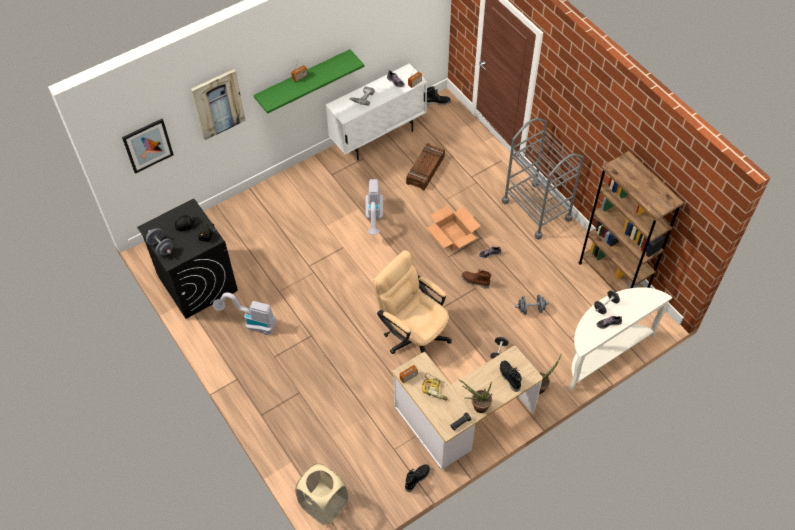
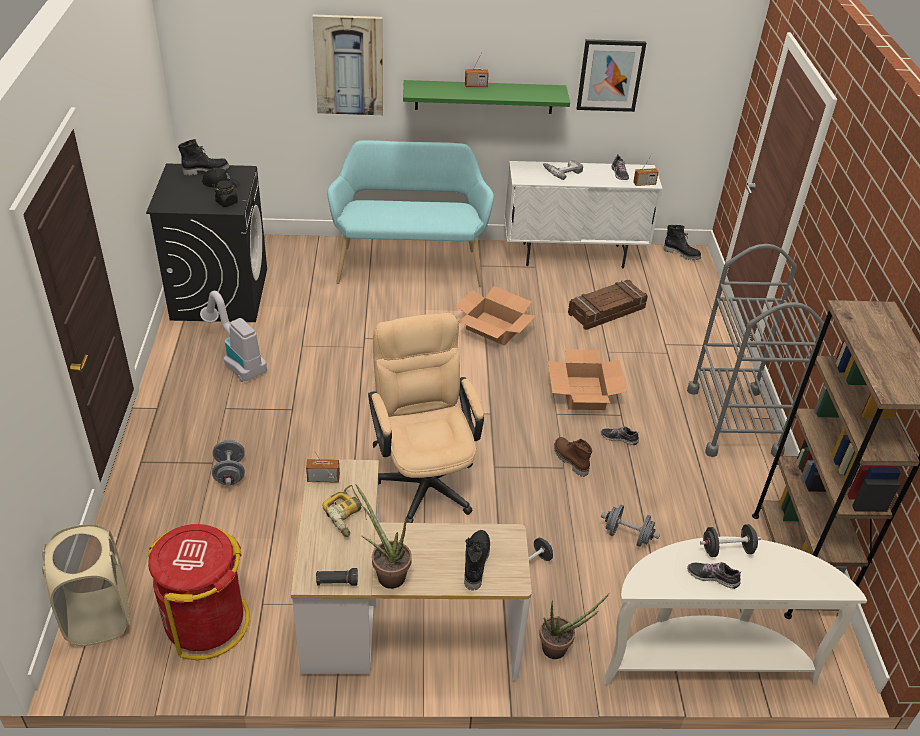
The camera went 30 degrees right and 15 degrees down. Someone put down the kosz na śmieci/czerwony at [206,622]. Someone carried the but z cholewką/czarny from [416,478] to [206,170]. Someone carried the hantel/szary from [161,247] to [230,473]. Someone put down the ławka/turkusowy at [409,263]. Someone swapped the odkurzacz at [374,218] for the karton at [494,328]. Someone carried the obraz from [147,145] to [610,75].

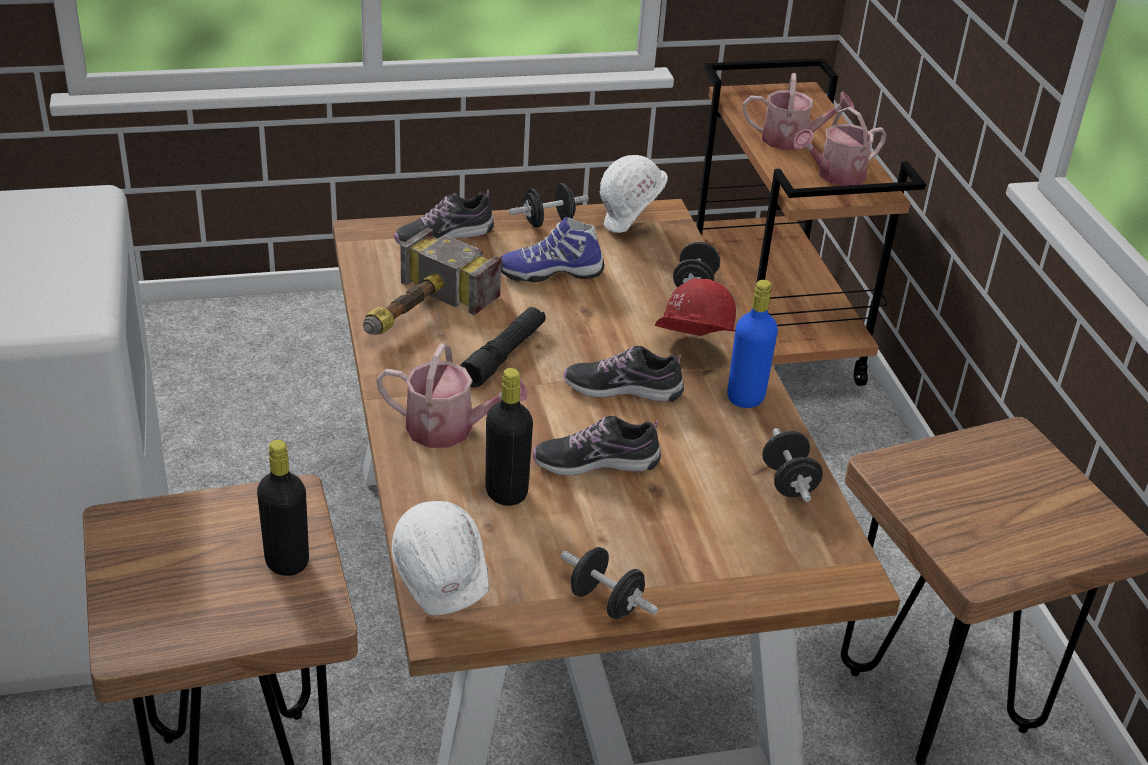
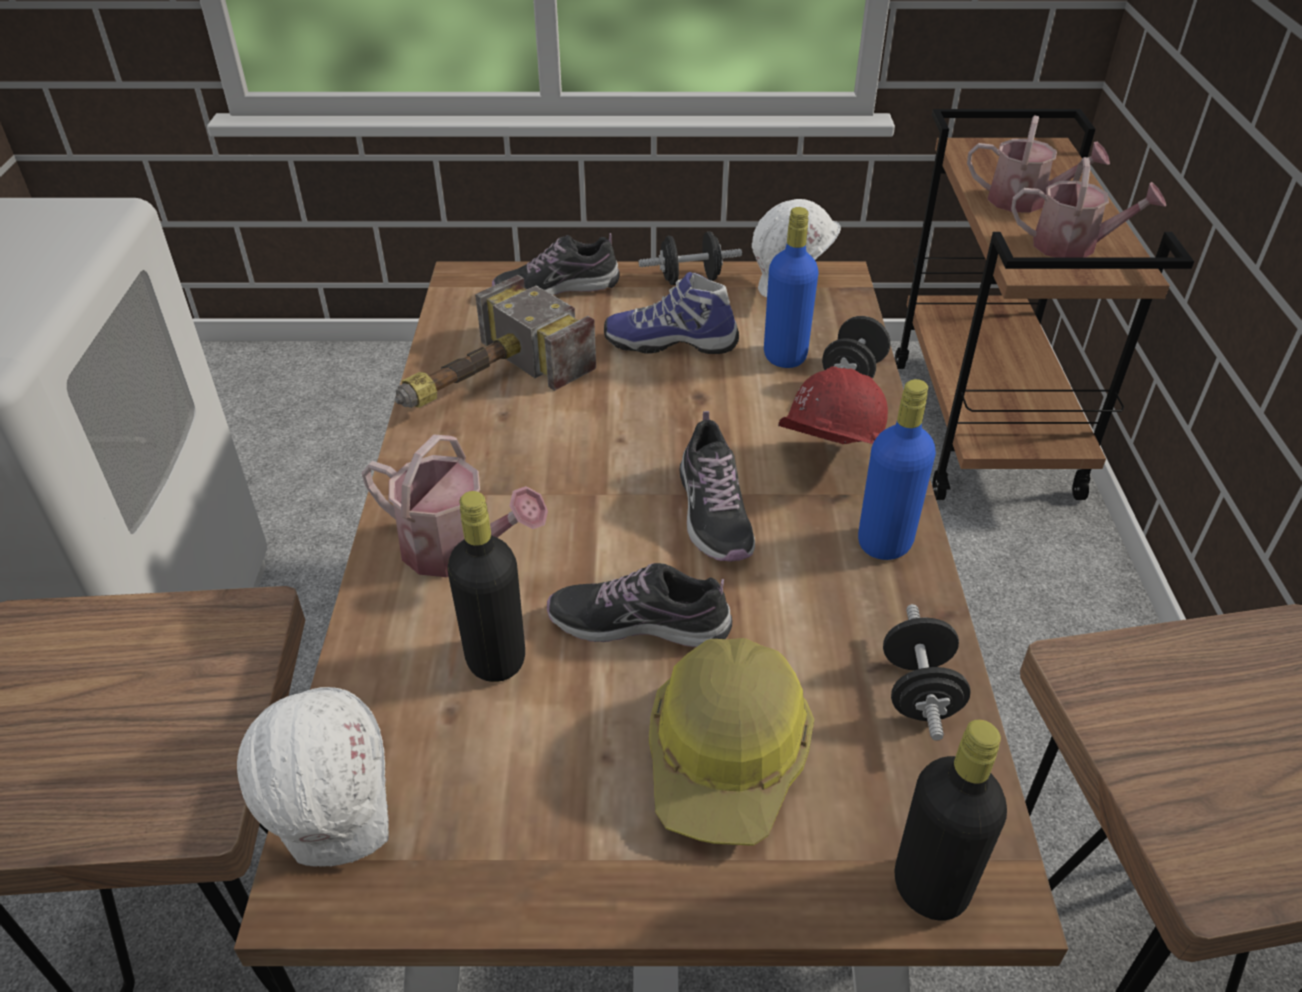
The camera went 15 degrees right and 5 degrees up. Someone put down the kask at [728,756]. Someone rotated the but at [623,389] by 120 degrees counterclockwise. Someone put down the butelka/niebieski at [785,356]. Someone carried the butelka/czarny from [287,562] to [930,887]. Someone rotated the konewka at [835,176] by 150 degrees counterclockwise. Someone took away the latarka/czarny at [504,355]. Someone took away the hantel/czarny at [605,602].

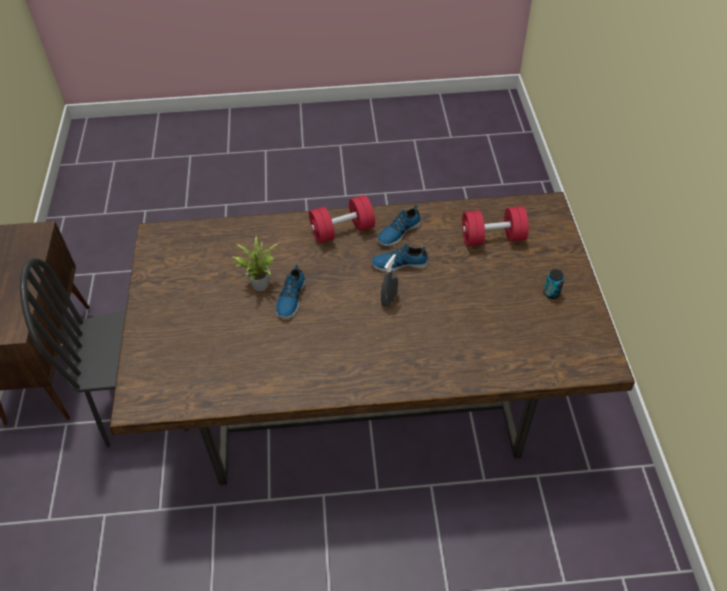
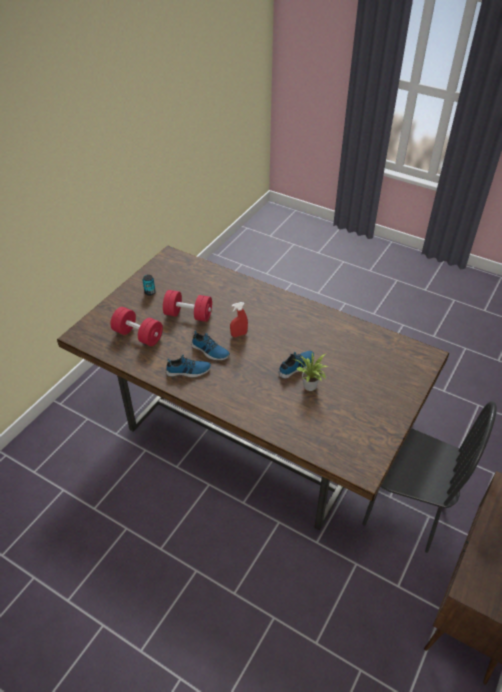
The camera went 145 degrees left and 5 degrees down. Someone carried the hantel/czerwony from [342,230] to [188,315]. Someone repainted the spryskiwacz/szary at [389,300], which became the spryskiwacz/czerwony at [239,334].

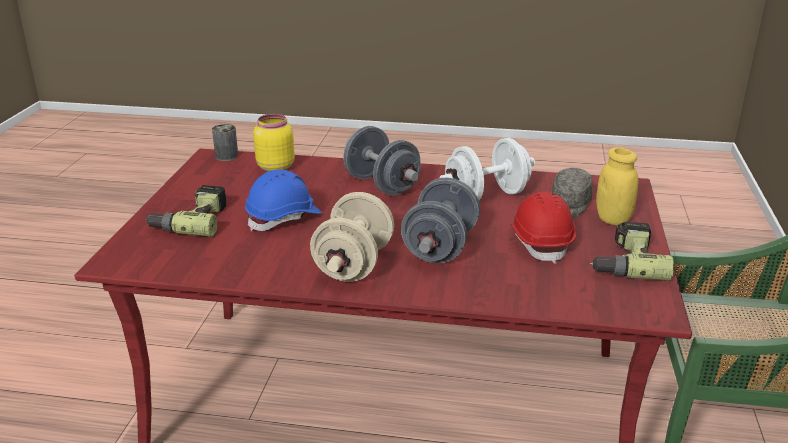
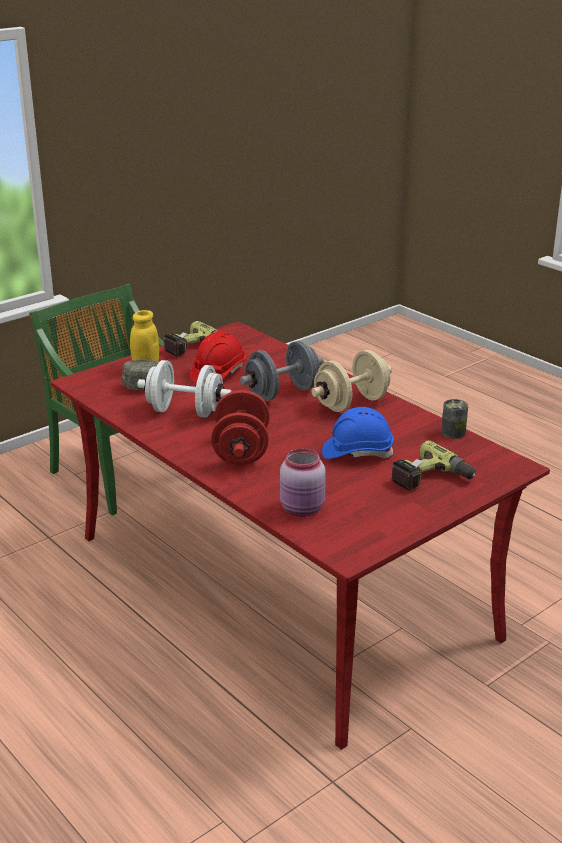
The camera went 140 degrees left and 0 degrees up. Someone repainted the hantel/szary at [381,185], which became the hantel/czerwony at [241,451]. Someone repainted the słoik/żółty at [274,167], which became the słoik/różowy at [303,509]. Someone carried the puszka from [226,156] to [453,433].

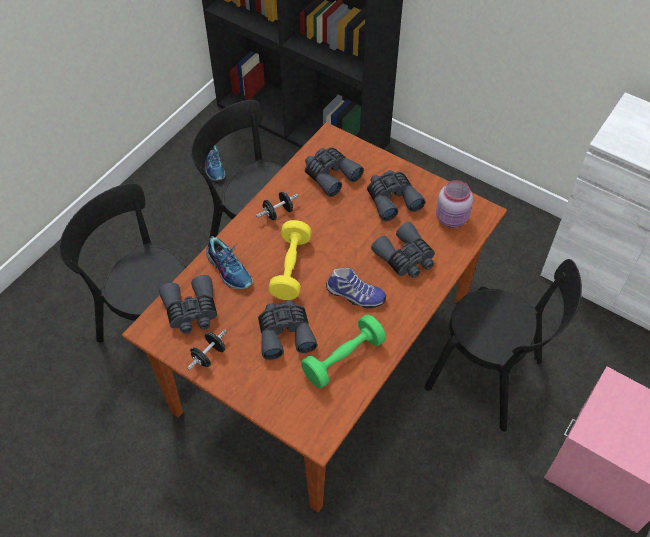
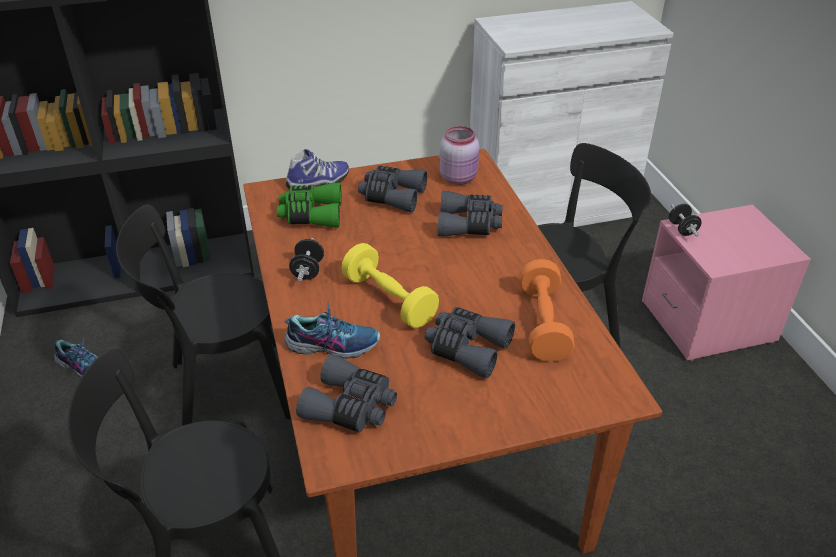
The camera went 50 degrees left and 15 degrees down. Someone repainted the lornetka/szary at [330,175], which became the lornetka/zielony at [311,214]. Someone carried the but from [355,296] to [319,183]. Someone repainted the hantel/zielony at [343,358], which became the hantel/pomarańczowy at [543,324]. Someone carried the hantel/czarny from [209,356] to [682,229].

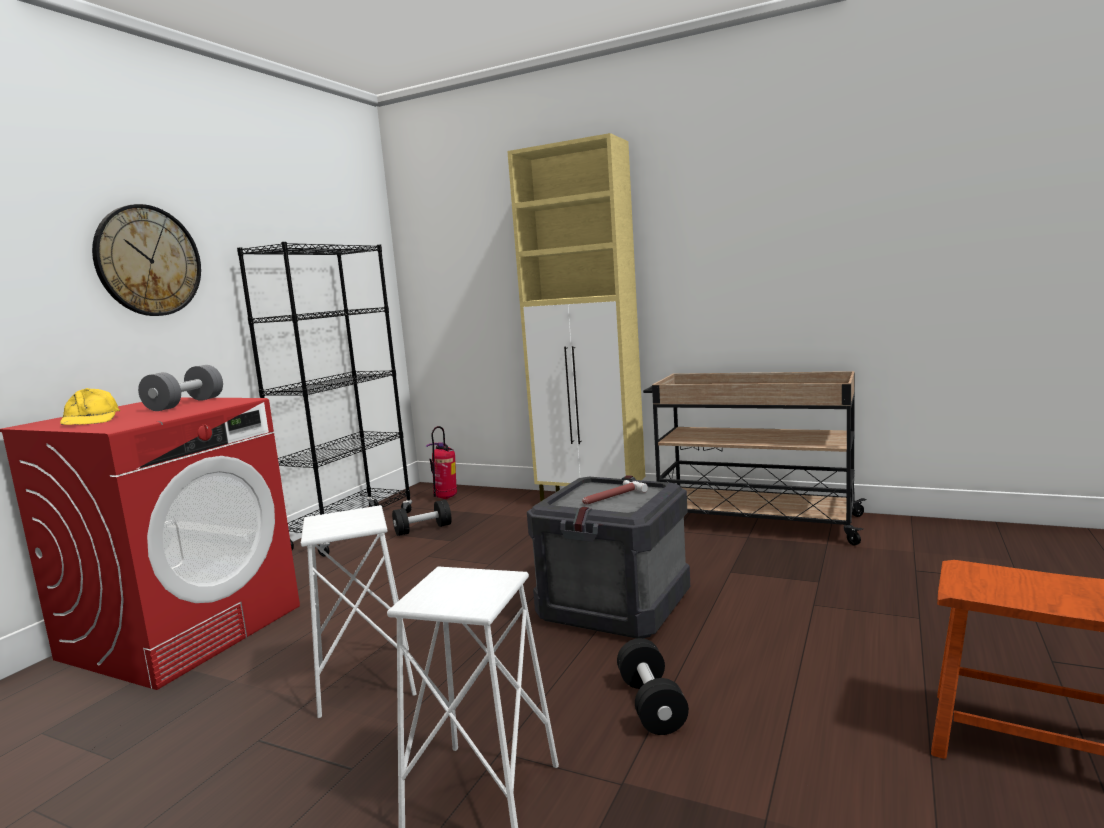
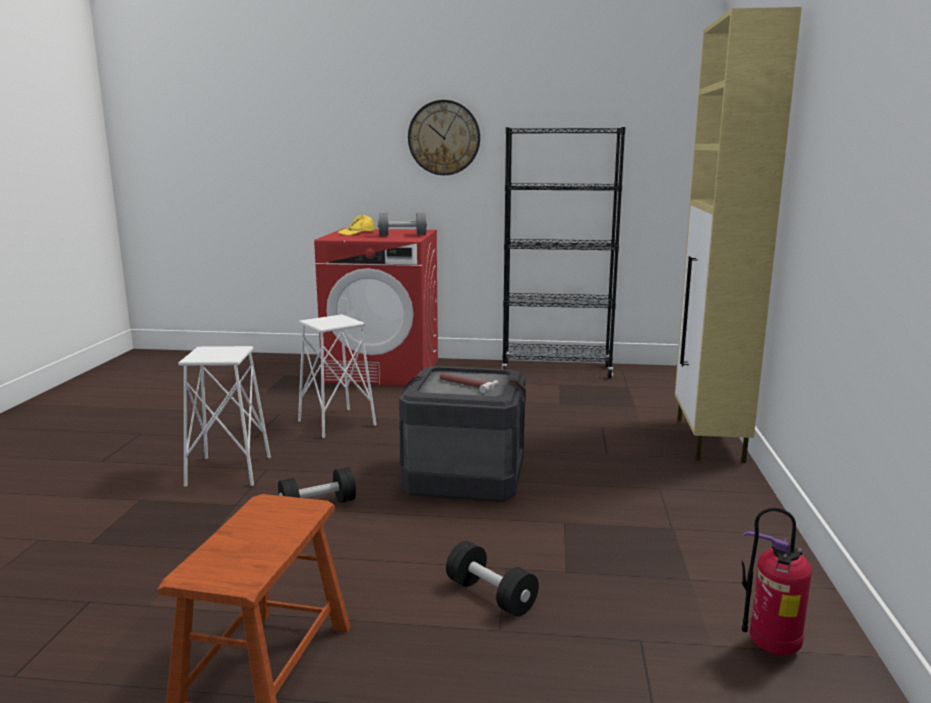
The camera went 70 degrees right and 5 degrees up. Someone carried the hantel/czarny from [423,529] to [491,595]. Someone carried the gaśnica from [445,498] to [771,648]. Someone took away the wózek/beżowy at [752,521].

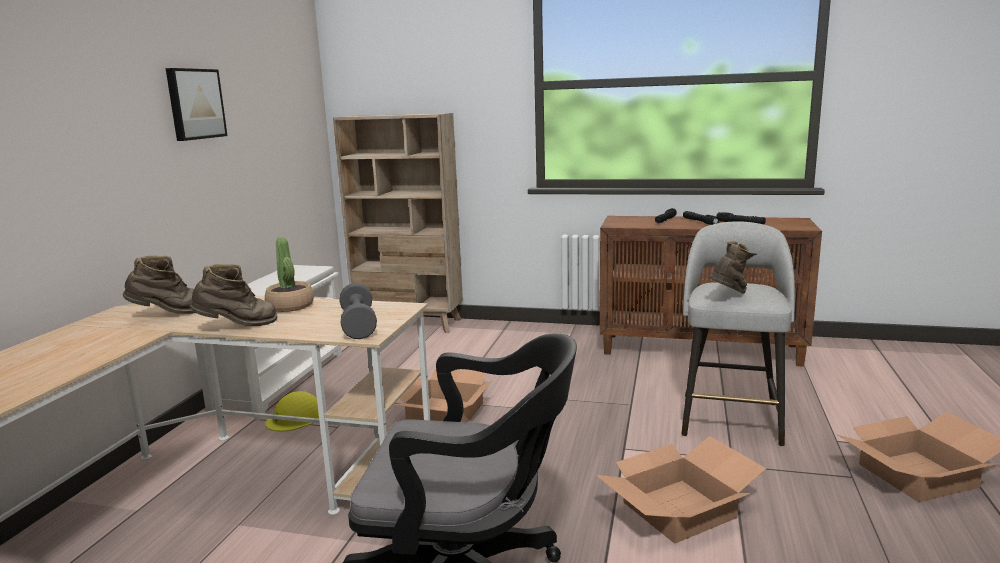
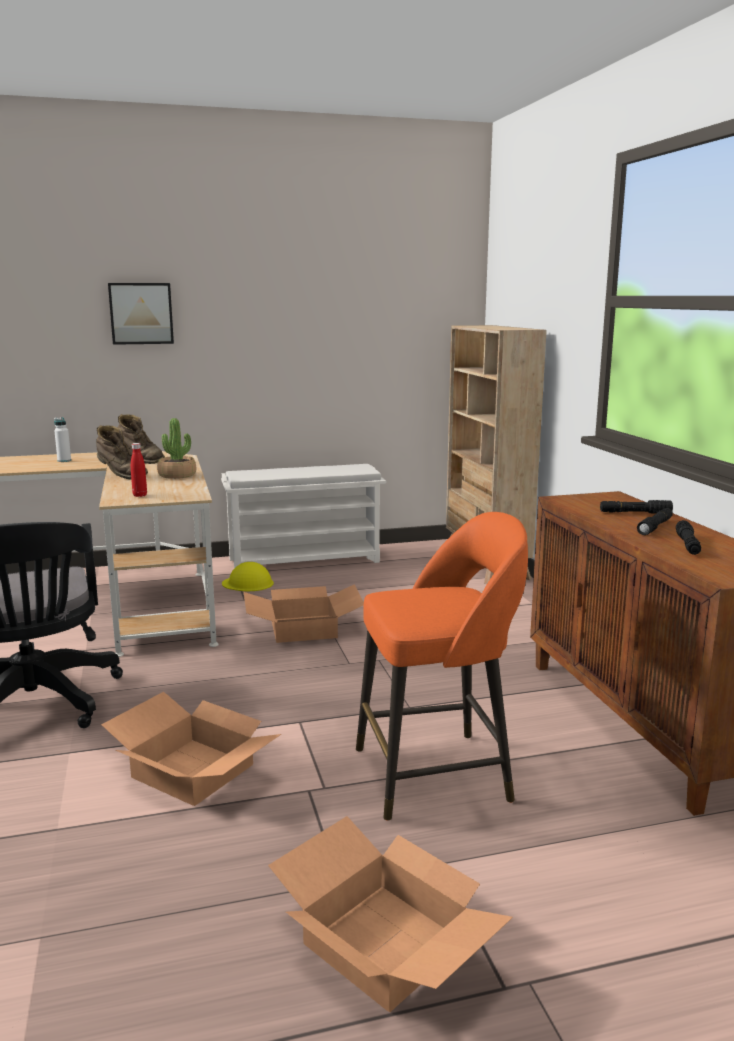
The camera went 60 degrees right and 0 degrees up. Someone put down the butelka/biały at [64,461]. Someone carried the obraz from [194,104] to [141,313]. Someone swapped the hantel/szary at [358,325] for the butelka/czerwony at [140,495]. Someone repainted the stołek/szary at [730,417], which became the stołek/pomarańczowy at [437,773]. Someone took away the but z cholewką/brązowy at [729,296].

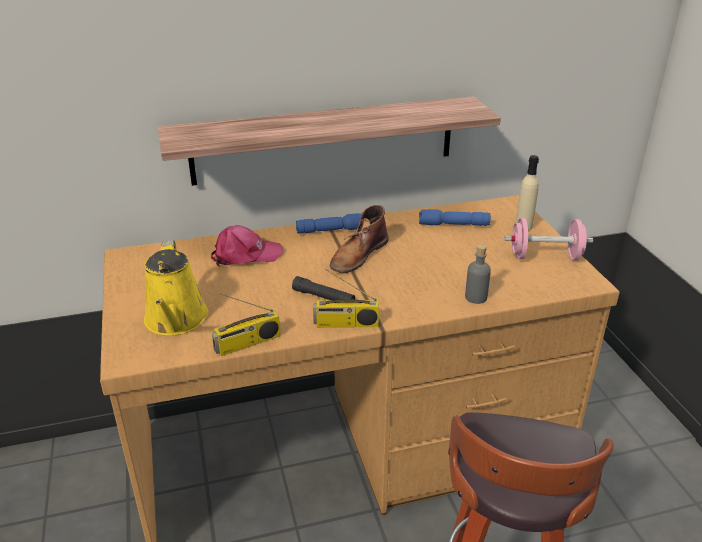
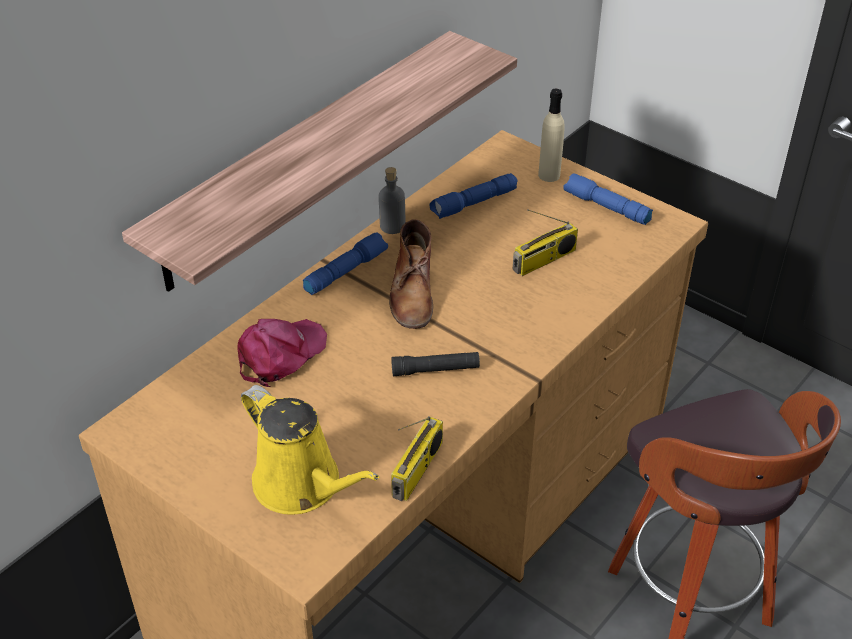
The camera went 35 degrees left and 10 degrees up. Someone carried the butelka/szary from [476,297] to [392,226]. Someone carried the radio from [346,324] to [544,261]. Someone swapped the hantel/różowy at [545,256] for the latarka/niebieski at [605,207].

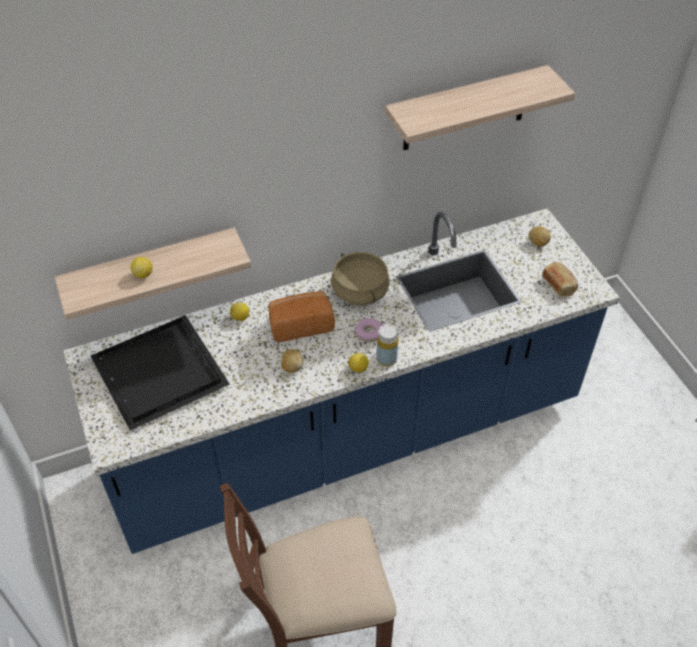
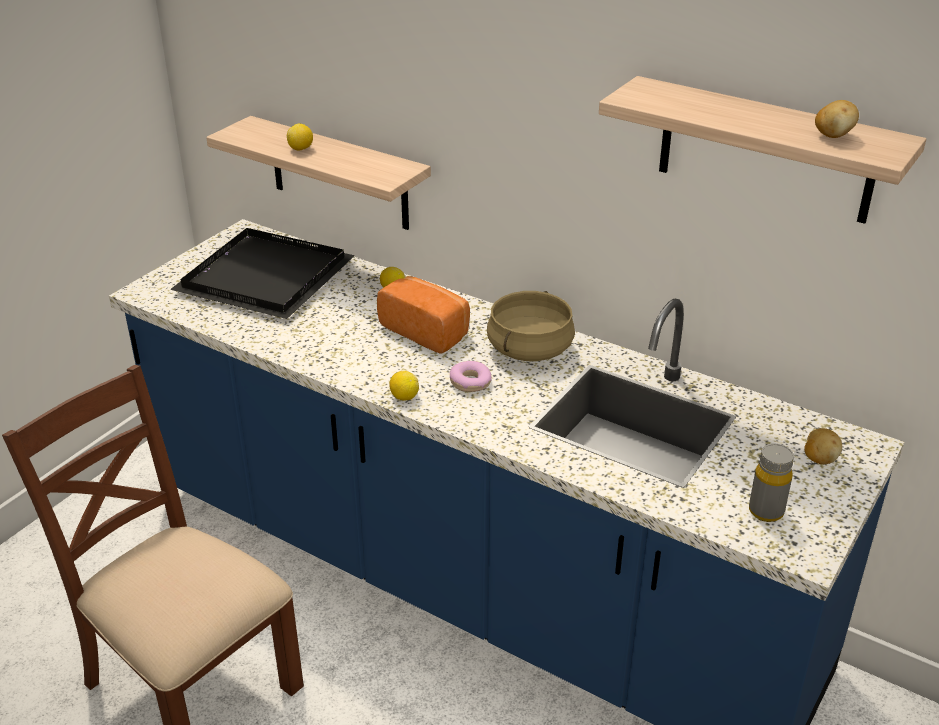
The camera went 55 degrees right and 15 degrees down. Someone swapped the chleb at [559,284] for the butelka/szary at [766,511]. Someone carried the ziemniak from [292,367] to [833,136]. Someone took away the butelka/żółty at [386,359].

